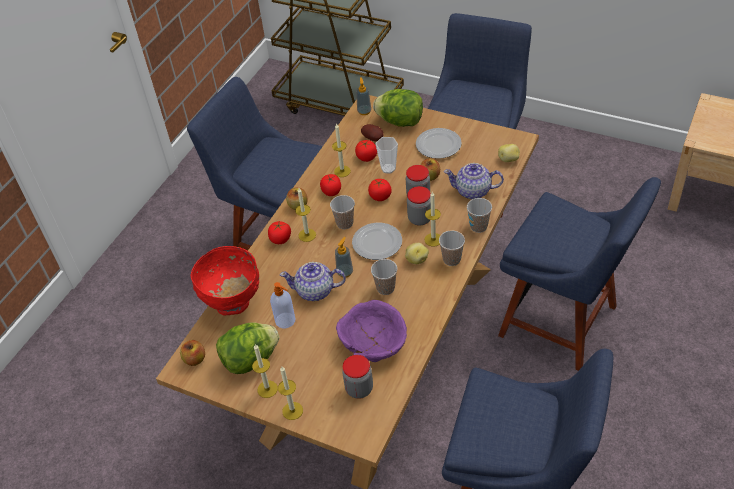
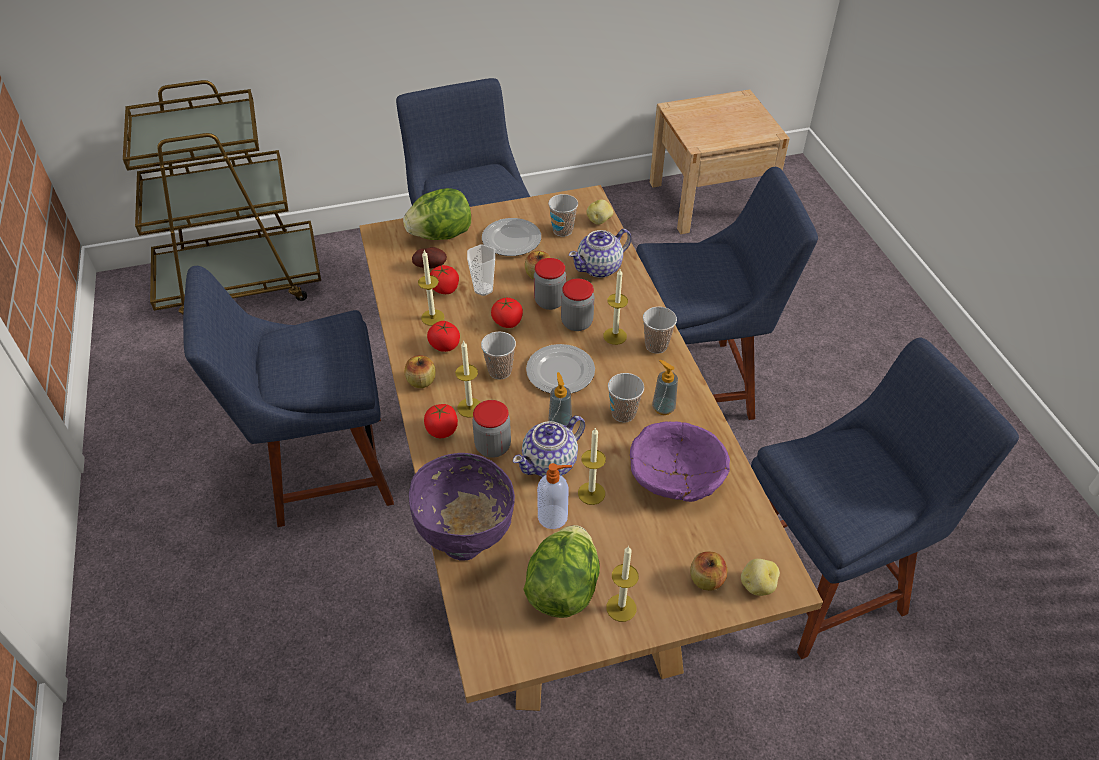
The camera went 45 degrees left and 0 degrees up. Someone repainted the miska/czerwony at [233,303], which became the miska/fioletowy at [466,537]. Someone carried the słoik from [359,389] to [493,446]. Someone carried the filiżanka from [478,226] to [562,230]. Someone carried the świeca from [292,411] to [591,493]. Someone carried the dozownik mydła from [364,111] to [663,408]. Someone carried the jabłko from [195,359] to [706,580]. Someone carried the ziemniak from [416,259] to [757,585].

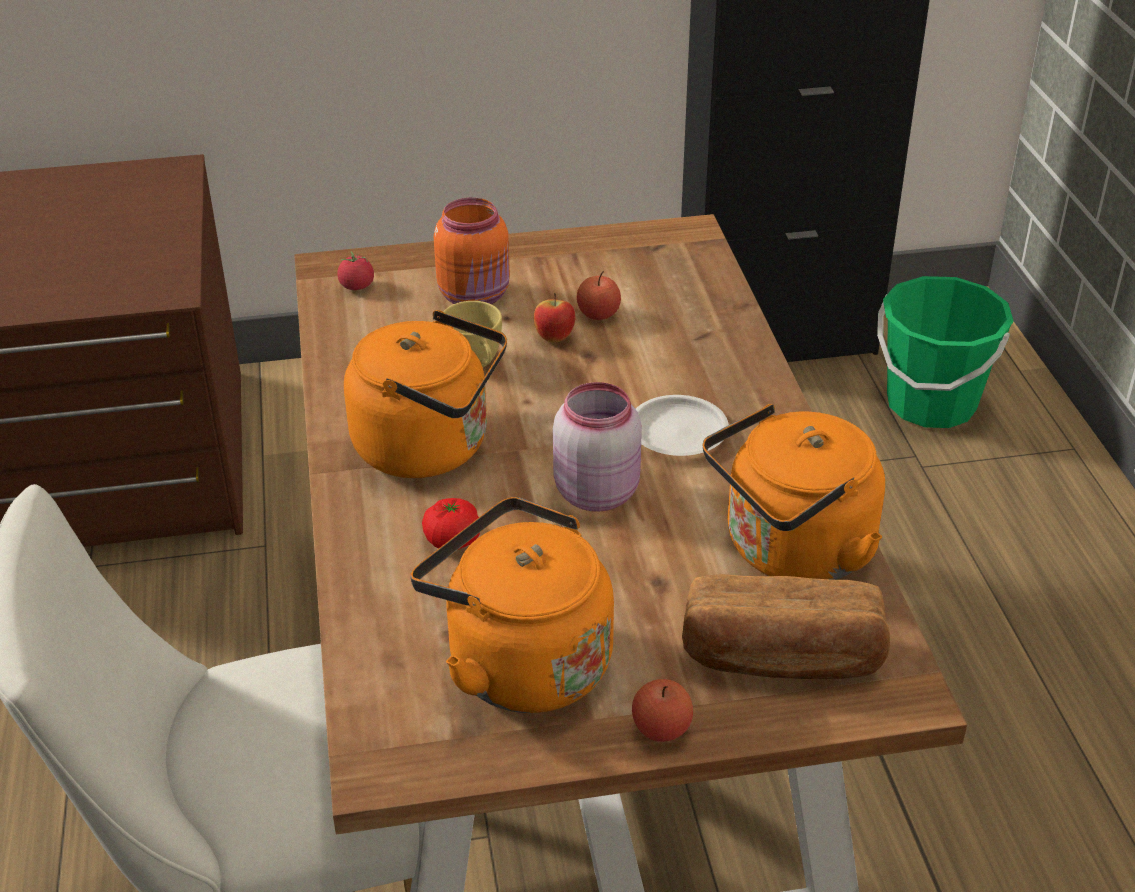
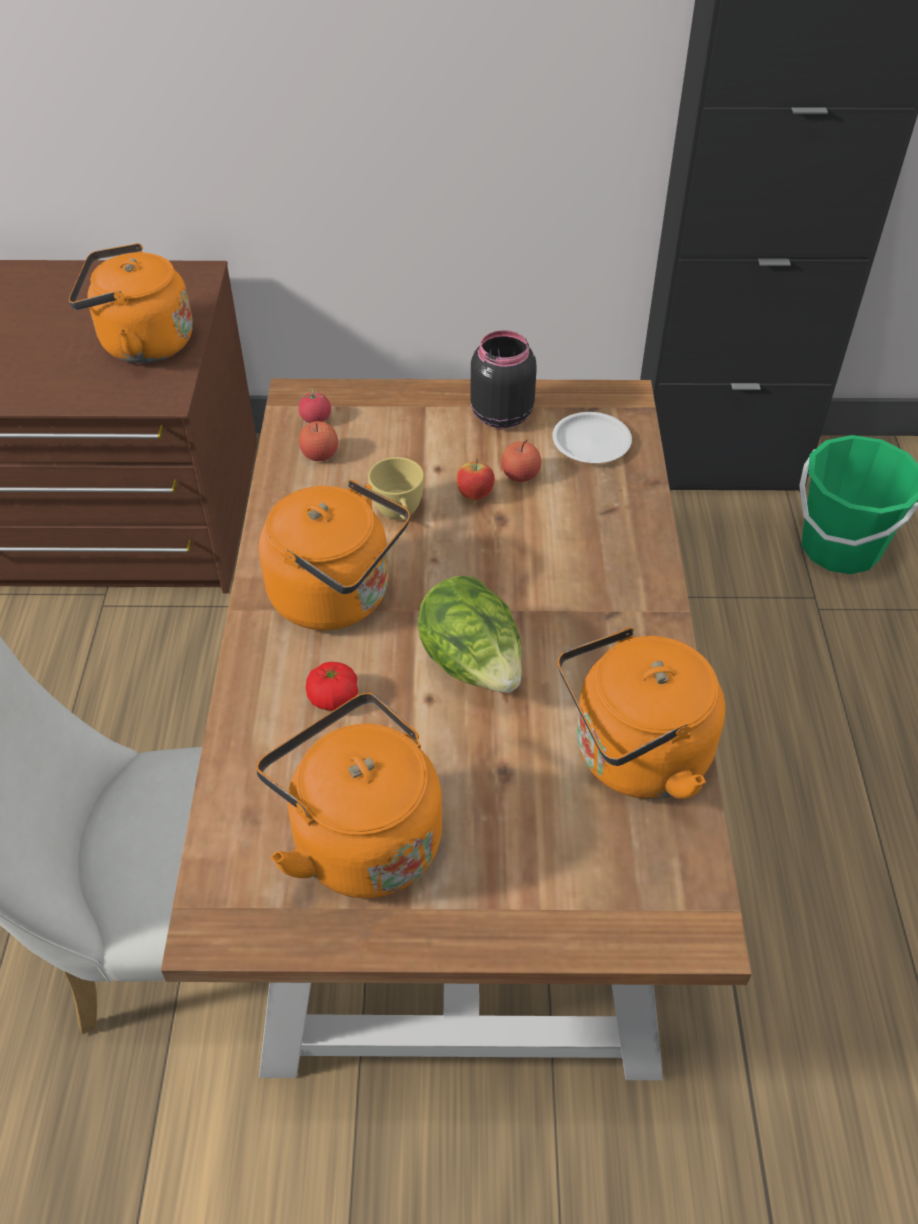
The camera went 10 degrees right and 10 degrees up. Someone put down the czajnik/pomarańczowy at [141,344]. Someone carried the jabłko from [661,728] to [320,455]. Someone swapped the słoik/różowy at [596,491] for the sałata at [472,664]. Someone put down the słoik/czarny at [499,415]. Someone carried the talerz/biały from [678,431] to [591,442]. Someone took away the słoik/pomarańczowy at [476,296]. Someone took away the chleb at [781,658].

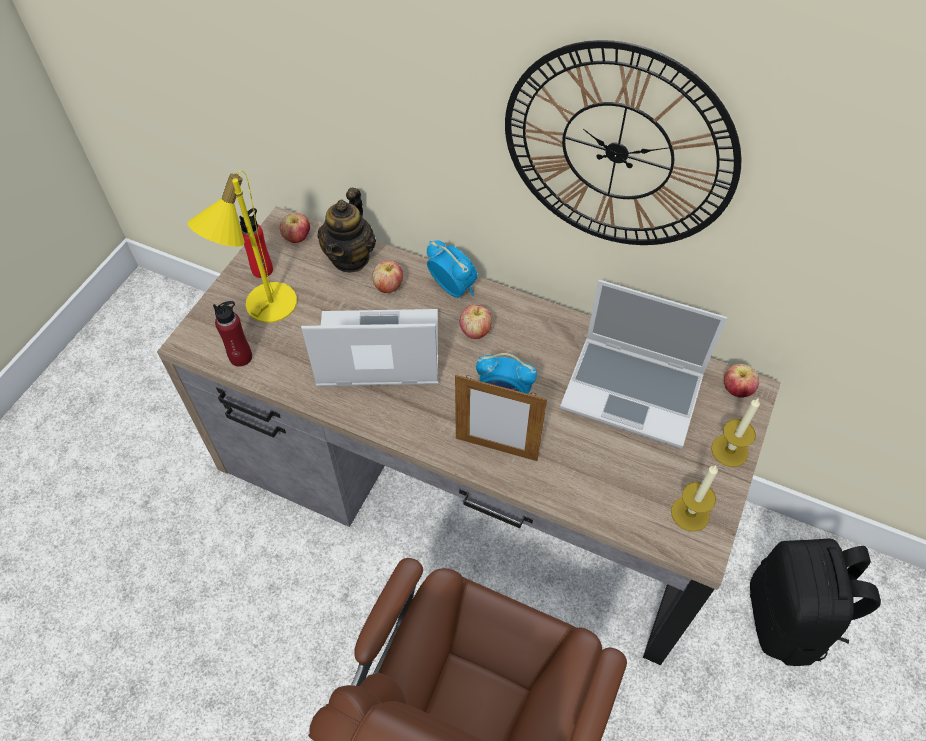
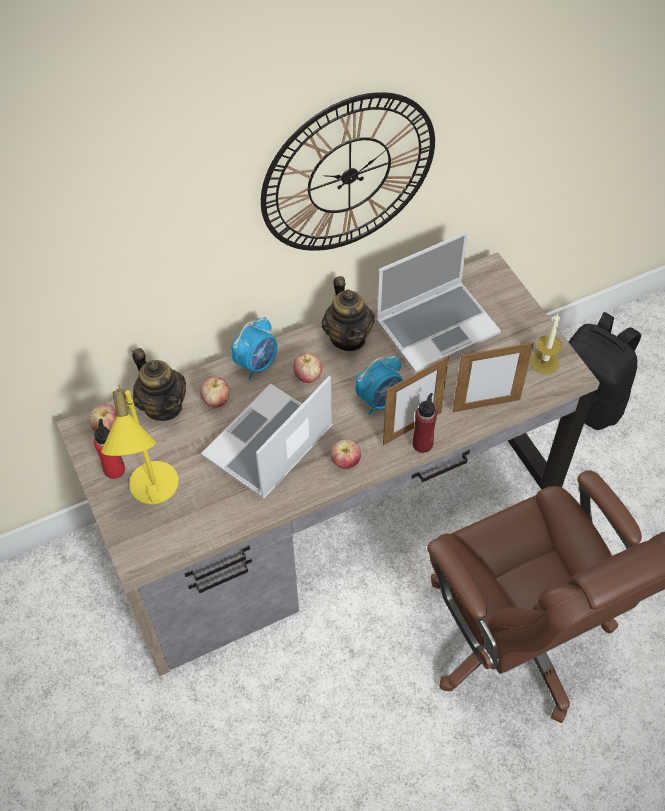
The camera went 50 degrees left and 0 degrees up. Someone rotated the budzik at [452,288] by 135 degrees clockwise. Someone put down the imbryk at [348,337]. Someone carried the jabłko from [736,390] to [345,462]. Someone carried the butelka/czerwony from [241,357] to [422,444]. Someone put down the ramka na zdjęcie at [486,405]. Someone took away the świeca at [729,450].

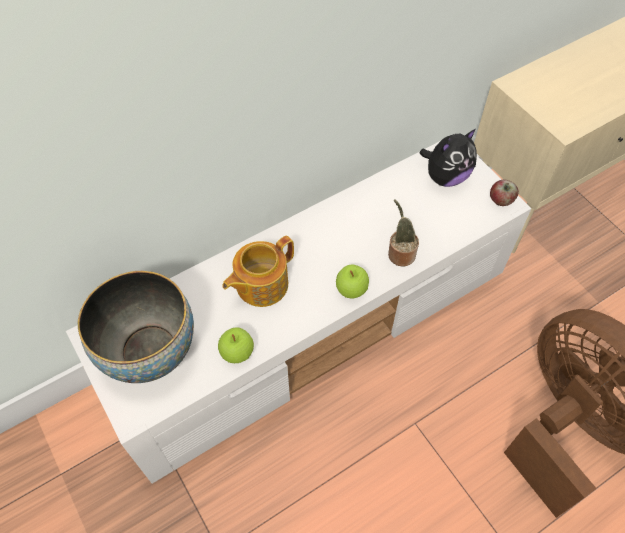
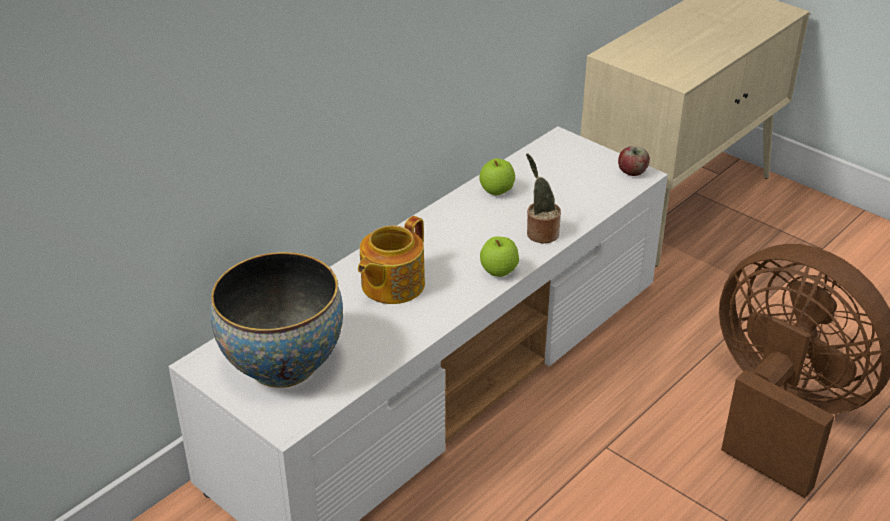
The camera went 15 degrees left and 20 degrees down. Someone carried the jabłko from [237,353] to [496,191]. Someone took away the pluszak at [445,177].

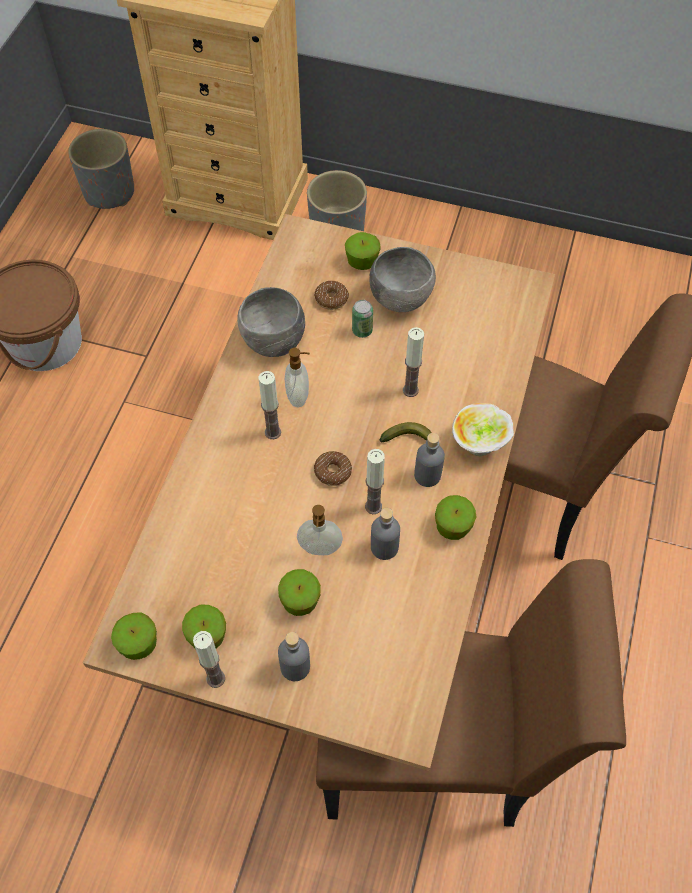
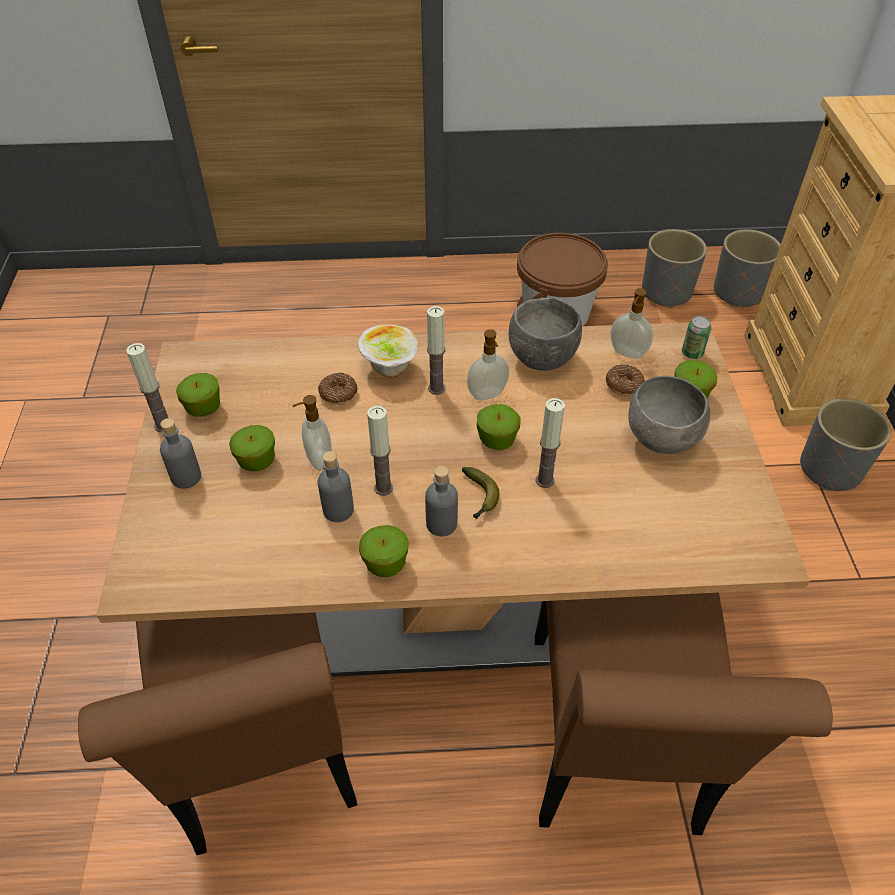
The camera went 70 degrees right and 10 degrees down. Someone carried the donut from [332,472] to [338,393]. Someone carried the miska from [479,445] to [389,369]. Someone carried the jabłko from [138,644] to [497,440]. Someone put down the dozownik mydła at [627,353]. Someone put down the donica/szary at [666,293]. Someone carried the puszka from [362,331] to [692,353].

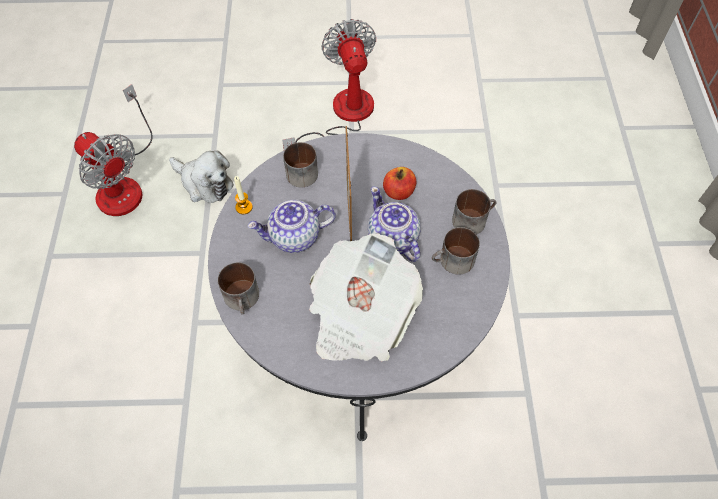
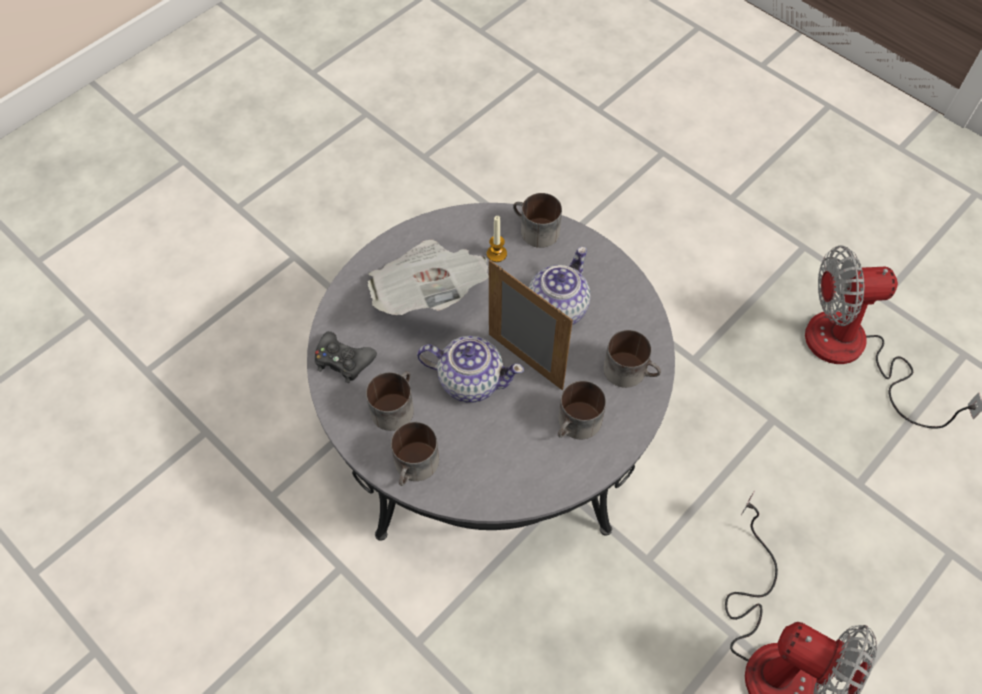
The camera went 135 degrees right and 0 degrees up. Someone put down the pad do gier/czarny at [343,361]. Someone carried the świeca from [244,207] to [496,254]. Someone put down the kubek at [577,425]. Someone took away the pluszak at [204,183]. Someone took away the jabłko at [399,192].

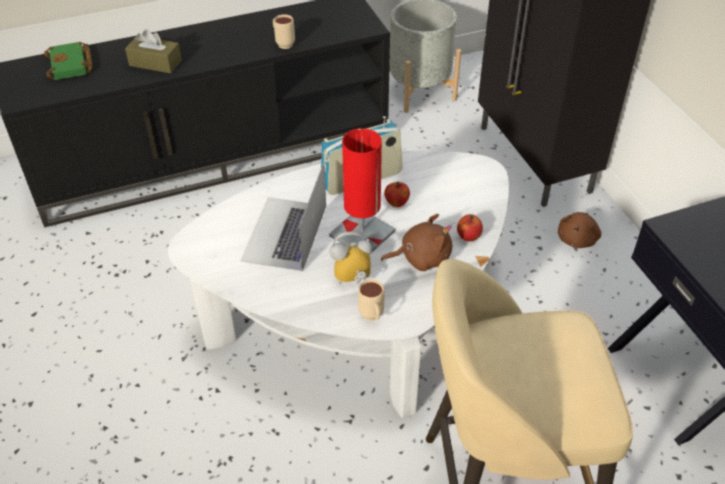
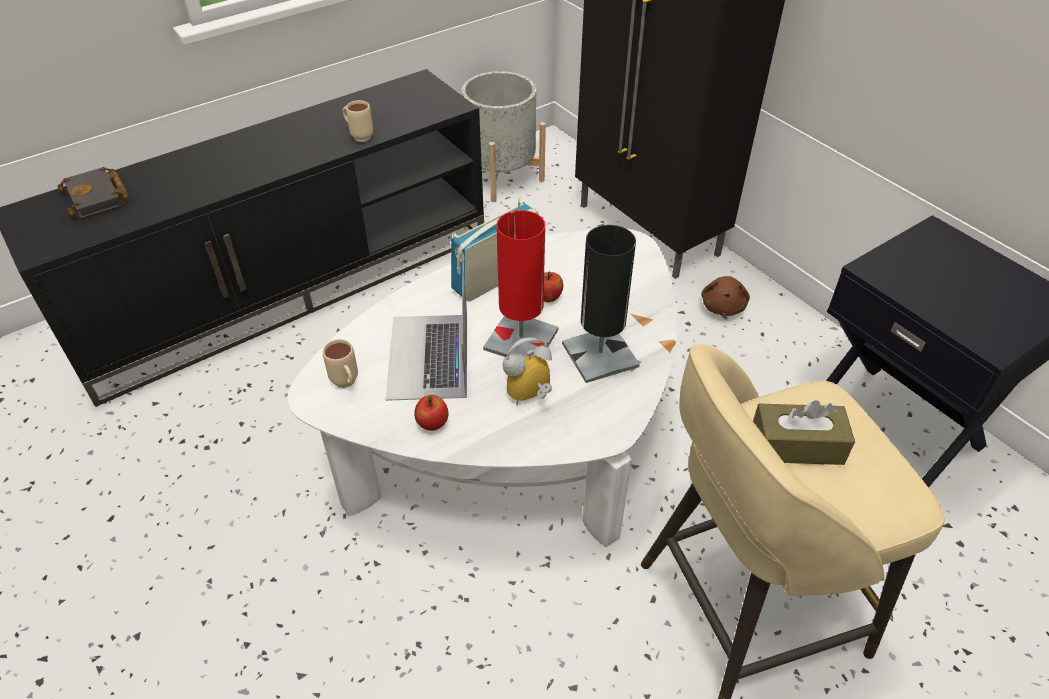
The camera went 15 degrees left and 0 degrees up. Someone repainted the książka/zielony at [71,65], which became the książka/czarny at [98,197]. Someone carried the kubek/beżowy from [372,318] to [347,384]. Someone carried the jabłko from [468,237] to [432,424]. Someone swapped the pluszak/brązowy at [421,258] for the lampa stołowa/czarny at [600,355]. Someone carried the pudełko chusteczek/brązowy from [155,63] to [796,445].

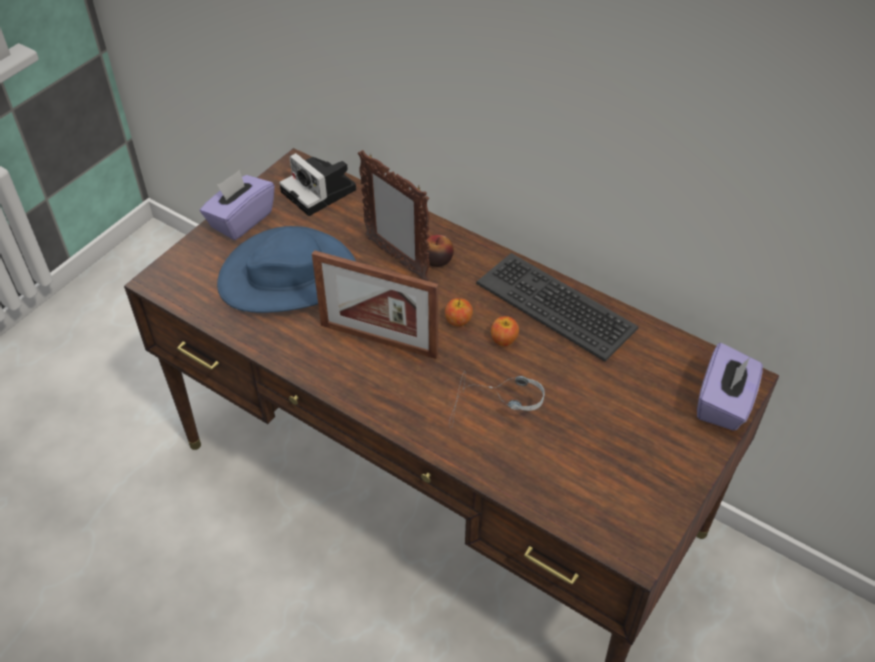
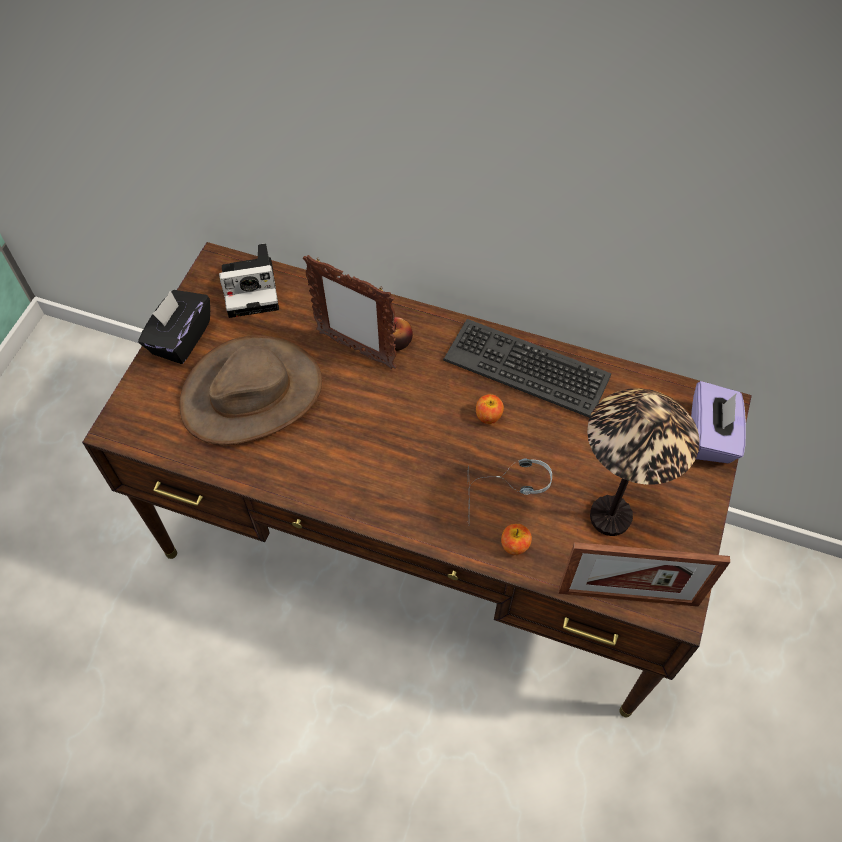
The camera went 15 degrees left and 10 degrees up. Someone repainted the pudełko chusteczek/fioletowy at [241,220], which became the pudełko chusteczek/czarny at [180,338]. Someone repainted the kapelusz/niebieski at [288,276], which became the kapelusz/brązowy at [251,393]. Someone rotated the aparat fotograficzny at [321,192] by 45 degrees counterclockwise. Someone carried the jabłko from [458,321] to [515,545]. Someone carried the ramka na zdjęcie from [378,340] to [628,597]. Someone put down the lampa stołowa at [610,516].

